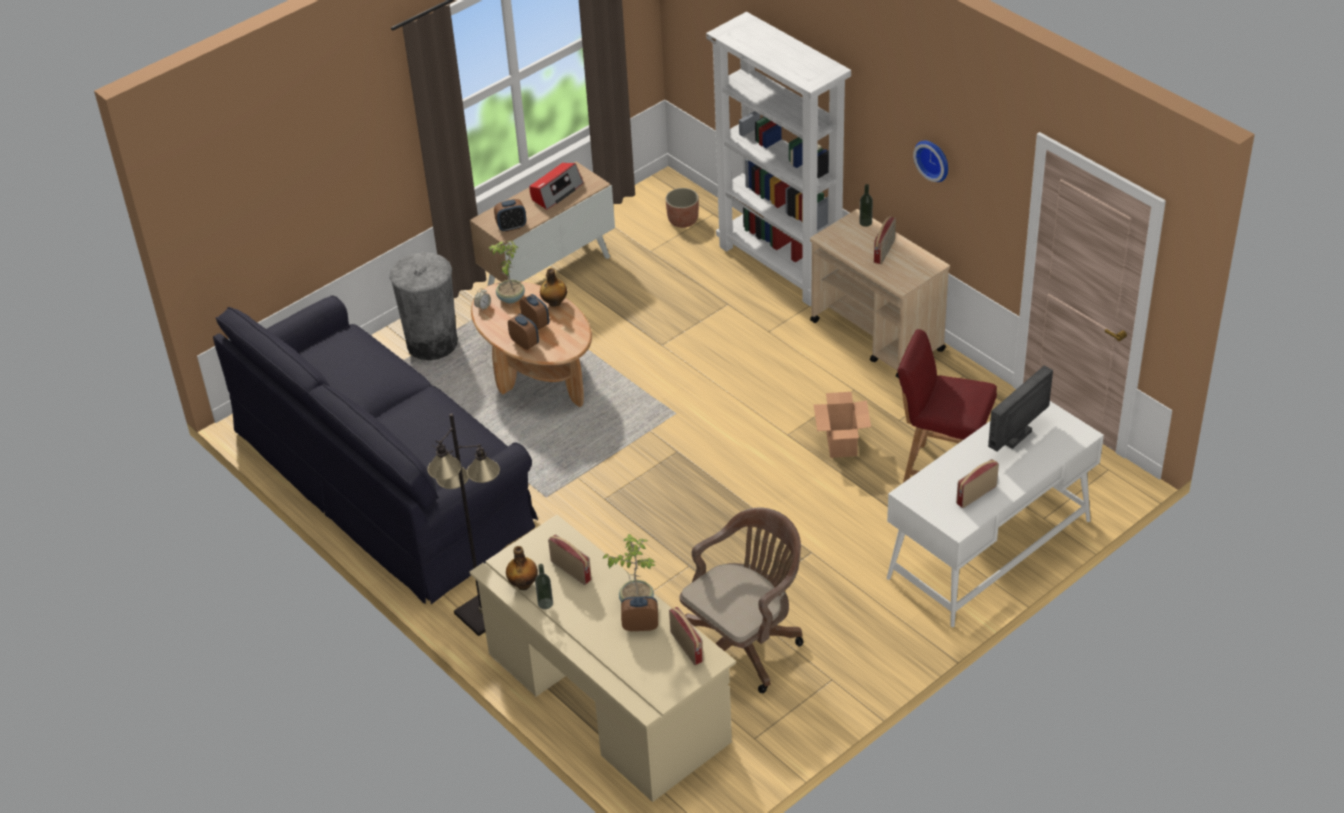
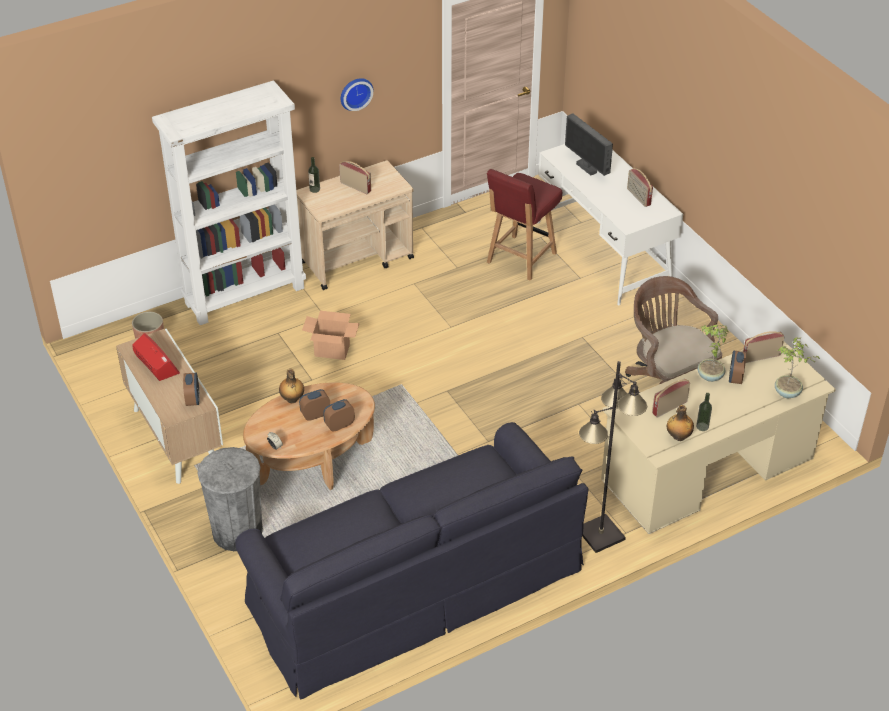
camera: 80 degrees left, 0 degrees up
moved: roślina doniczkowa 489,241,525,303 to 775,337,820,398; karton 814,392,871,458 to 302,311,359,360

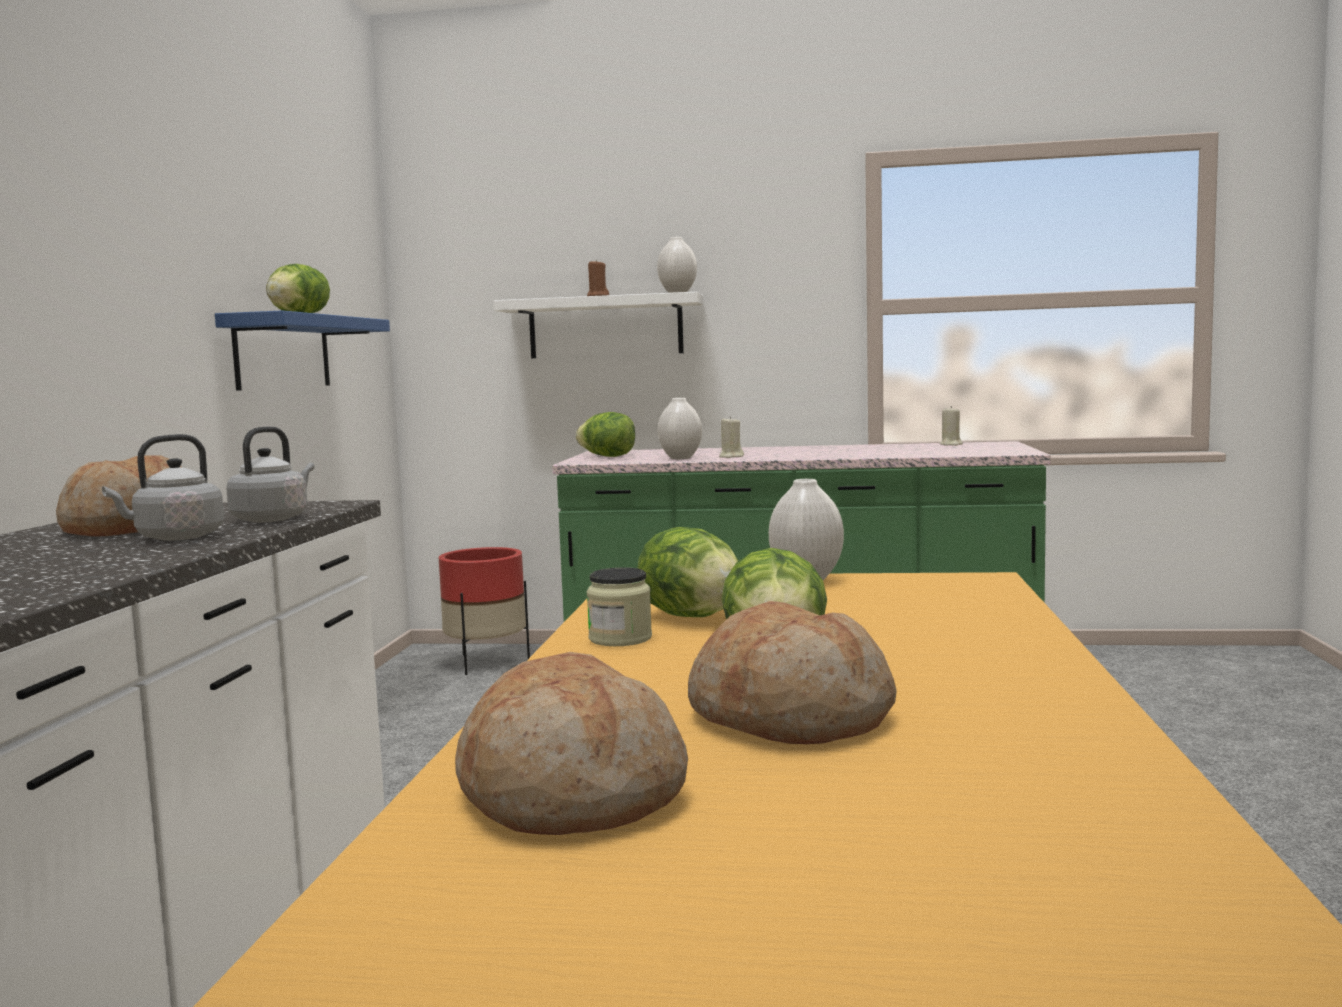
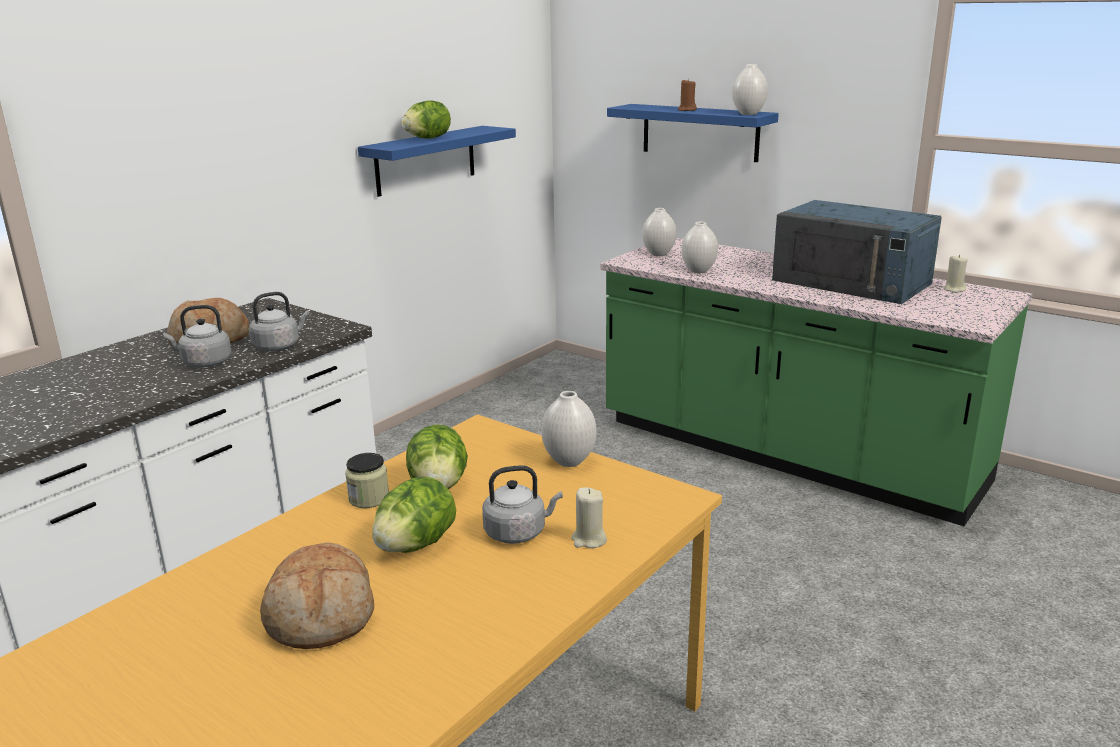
camera: 30 degrees right, 15 degrees up
removed: donica (czerwony) 439,547,530,675; chleb 455,652,688,835
added: czajnik (szary) 482,465,563,544; mikrofalówka (niebieski) 772,200,942,304
moved: świeca (beżowy) 719,416,744,458 to 571,487,607,548
replaced: sałata 576,412,635,457 to wazon (biały) 642,208,677,256
recoloured: półka (biały) 494,292,703,358 to półka (niebieski) 607,104,779,162

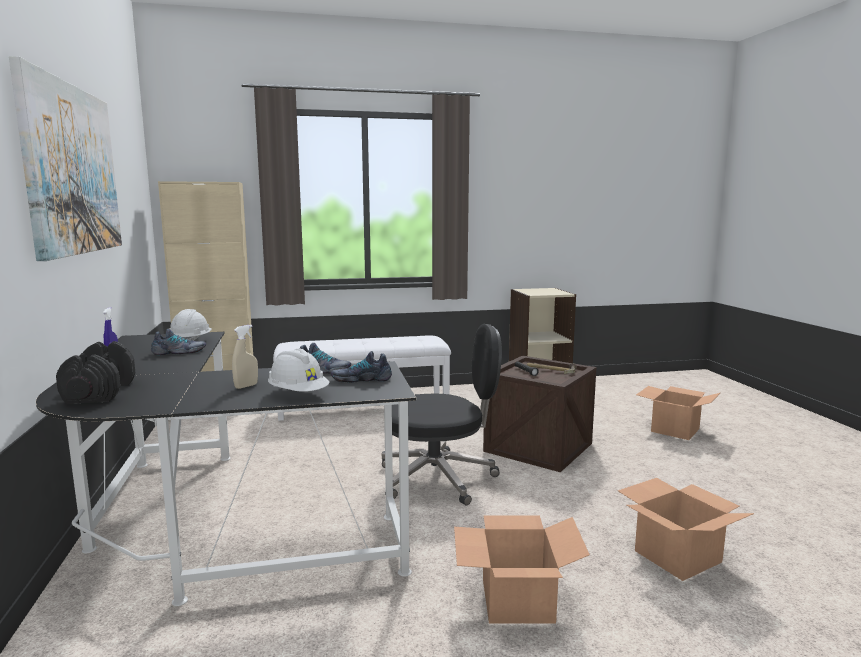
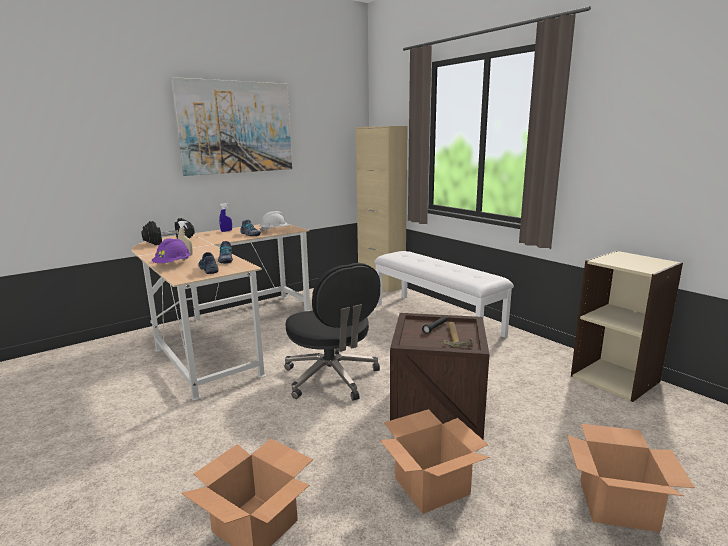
camera: 65 degrees right, 5 degrees up
moved: karton 454,515,590,624 to 380,409,490,514
recoloured: biurko (czarny) 36,332,416,606 to biurko (beżowy) 132,224,310,400; kask (biały) 268,349,329,392 to kask (fioletowy) 152,238,190,263

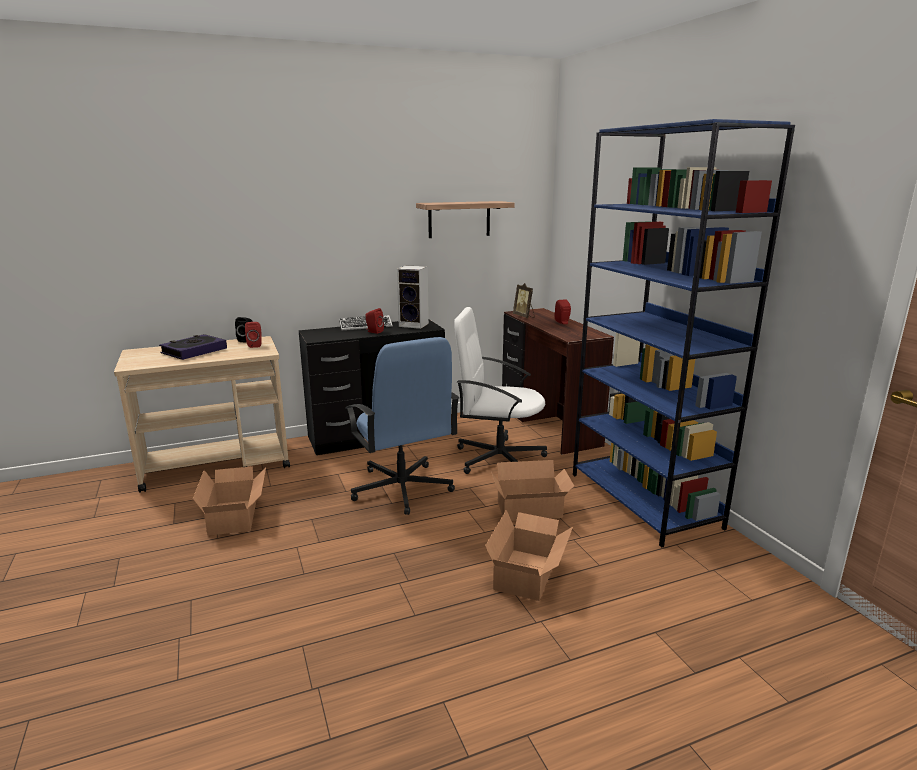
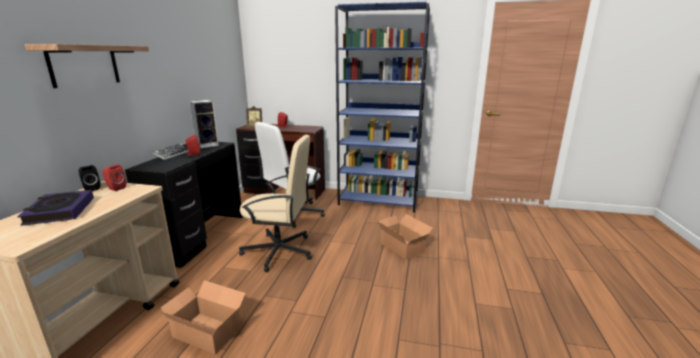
camera: 55 degrees left, 0 degrees up
removed: karton 491,460,574,521
moved: półka 416,201,515,238 to 25,44,149,88
recoloured: krzesło biurowe (niebieski) 346,337,460,515 to krzesło biurowe (beżowy) 239,135,312,272

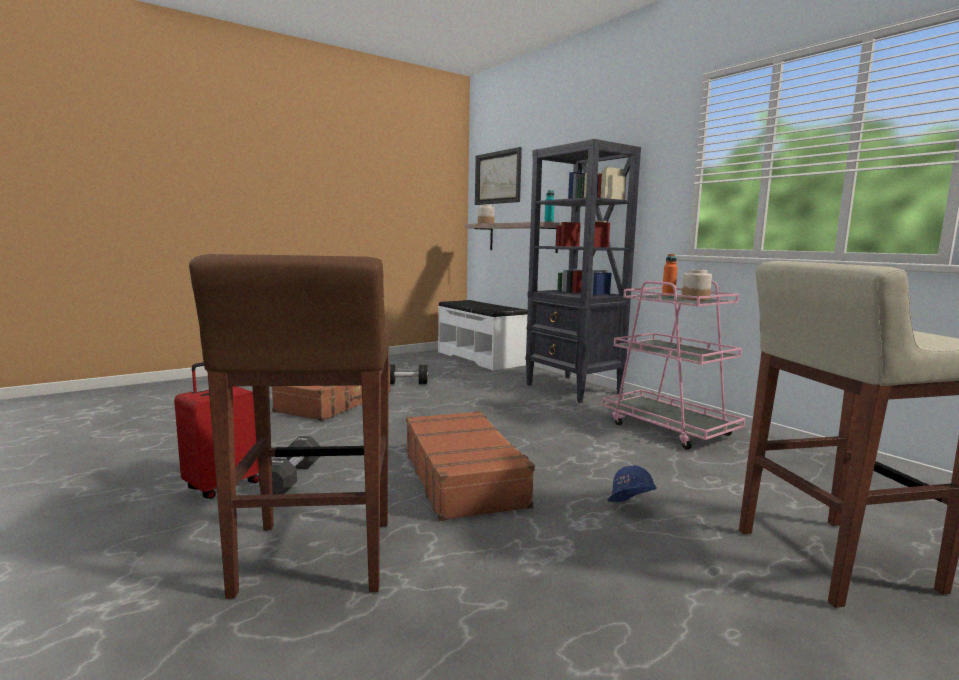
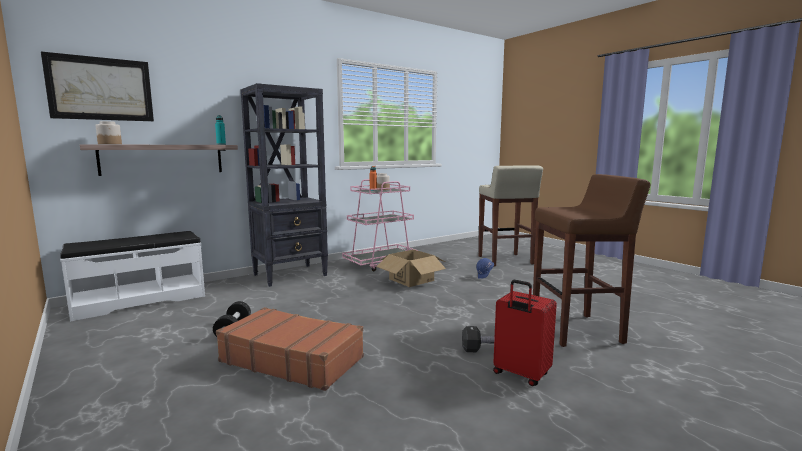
camera: 90 degrees left, 0 degrees up
removed: walizka (brązowy) 406,411,535,521
added: karton 376,250,446,287

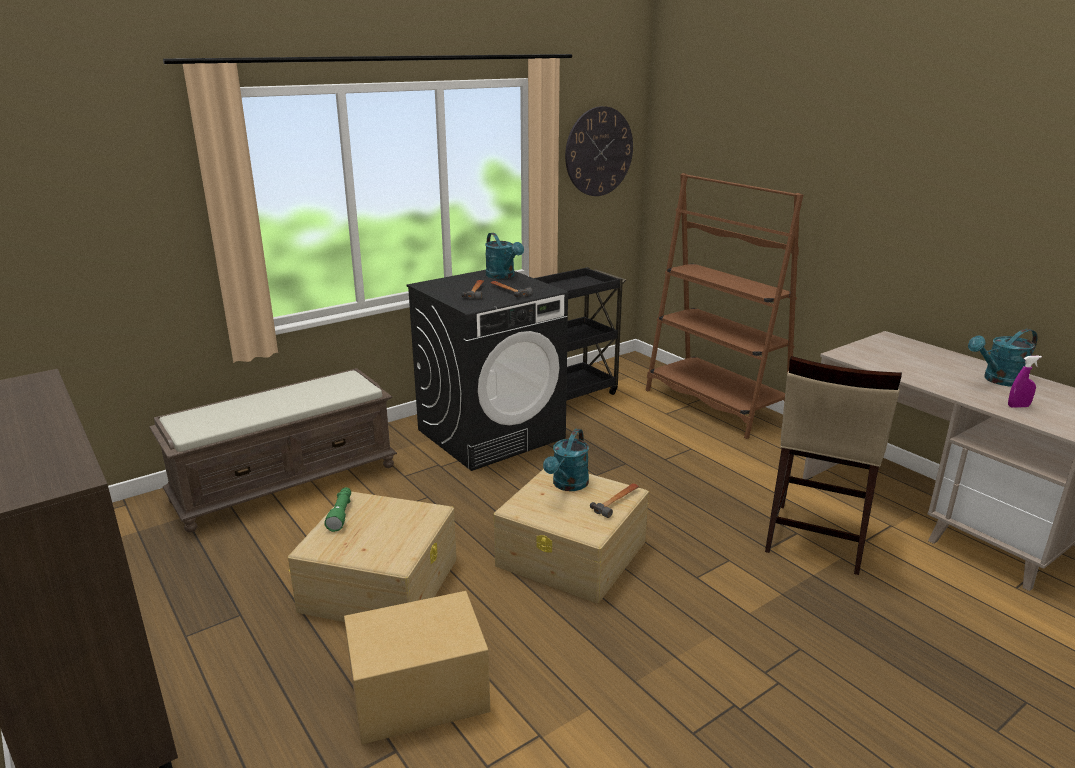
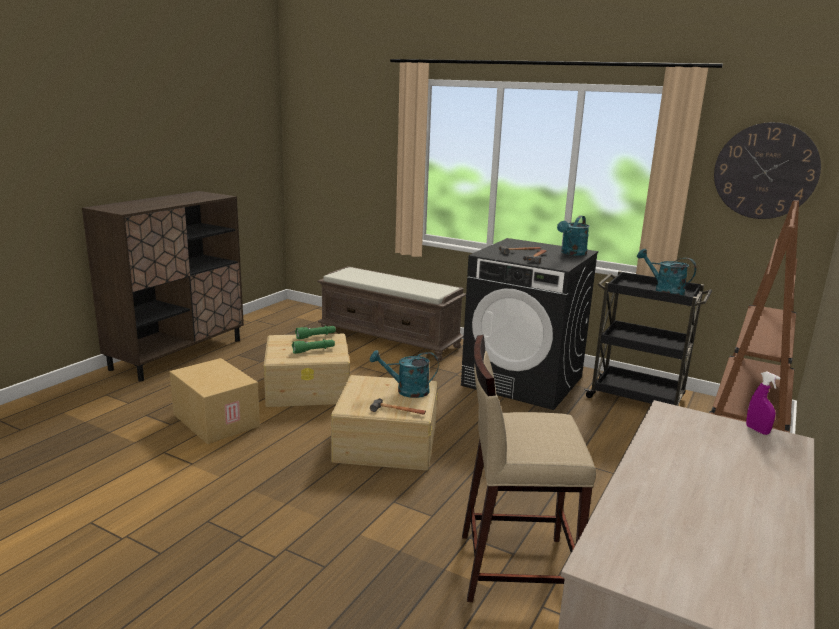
camera: 65 degrees right, 5 degrees down
added: latarka (zielony) 292,339,335,354
moved: konewka (turkusowy) 968,329,1038,387 to 637,249,696,295; spryskiwacz (fioletowy) 1008,356,1042,407 to 746,371,780,435

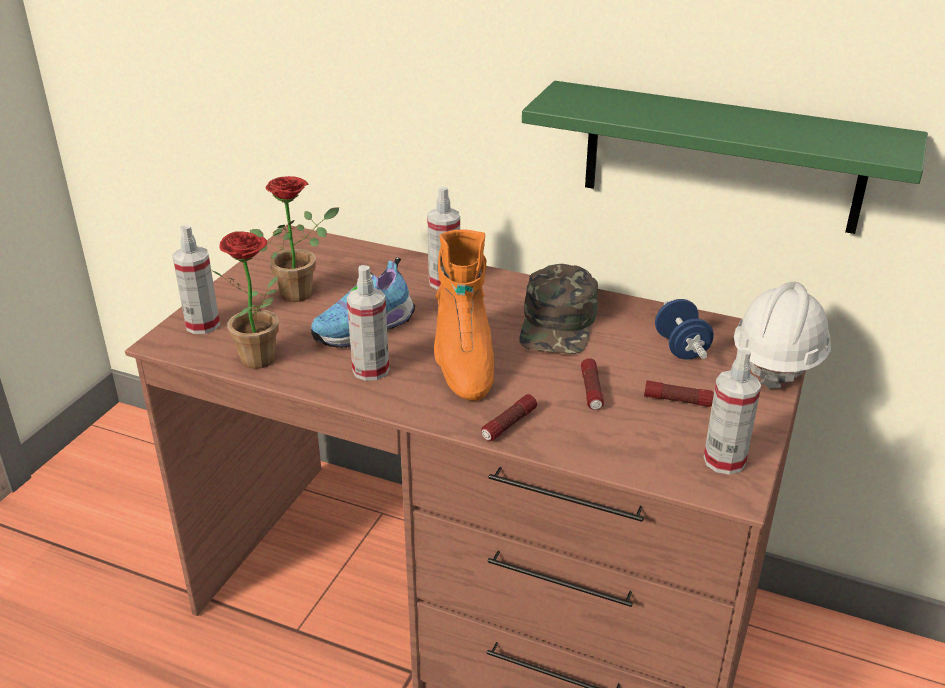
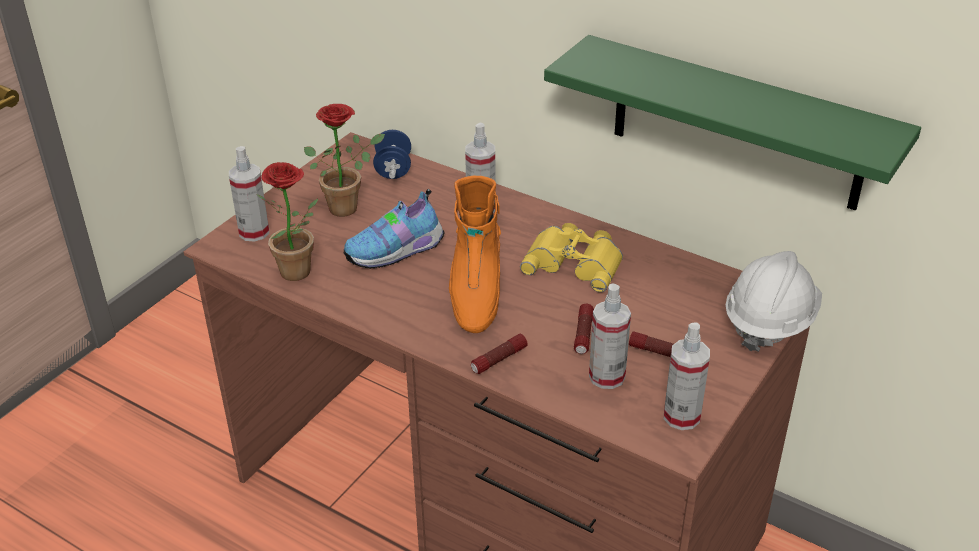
camera: 10 degrees right, 5 degrees up
moved: spryskiwacz 347,265,389,381 to 589,283,631,389; hantel (niebieski) 655,299,714,360 to 373,130,411,179
replaced: czapka z daszkiem (zielony) 519,264,598,354 to lornetka (żółty) 520,223,623,292

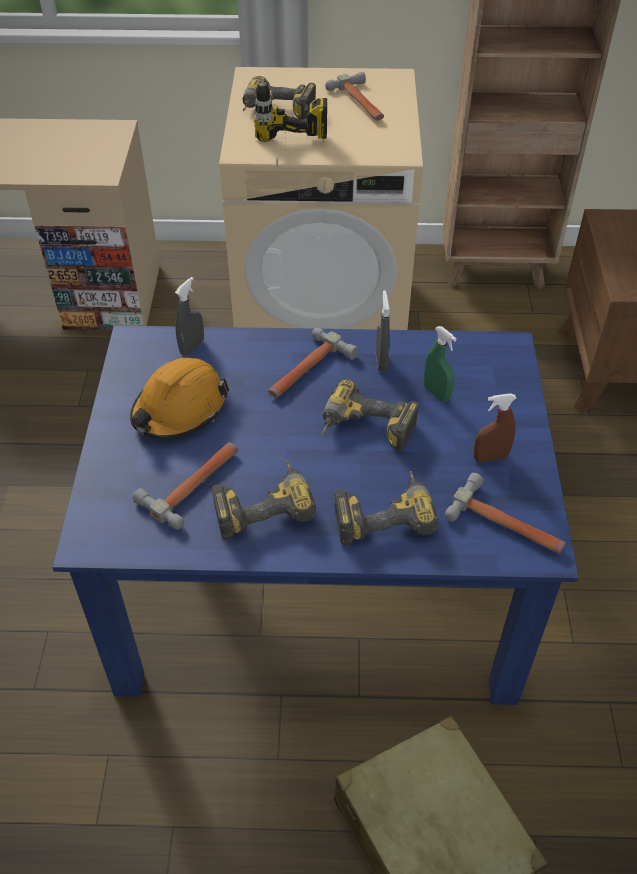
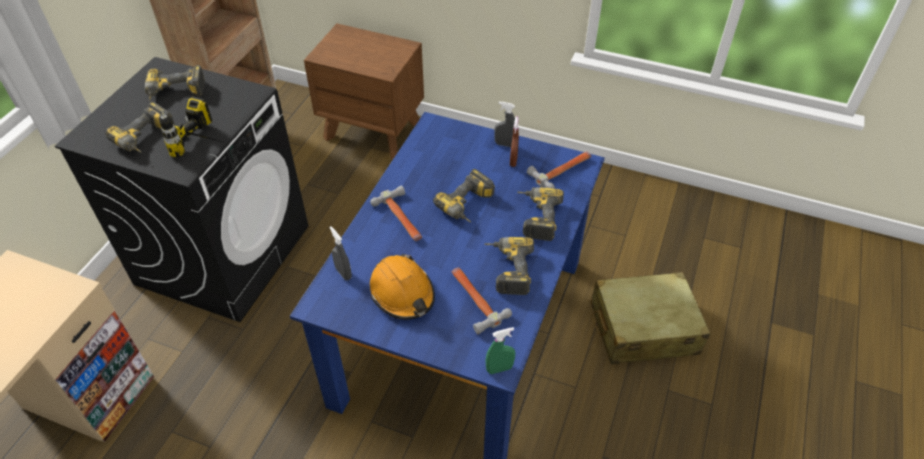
camera: 70 degrees left, 0 degrees up
moved: spryskiwacz (szary) 376,290,390,372 to 494,102,515,147; spryskiwacz (zielony) 424,326,457,402 to 486,327,515,374
replaced: młotek 325,71,384,120 to wiertarka 145,65,205,101
recoloured: pralka (beżowy) 219,67,423,330 to pralka (czarny) 55,57,308,322

